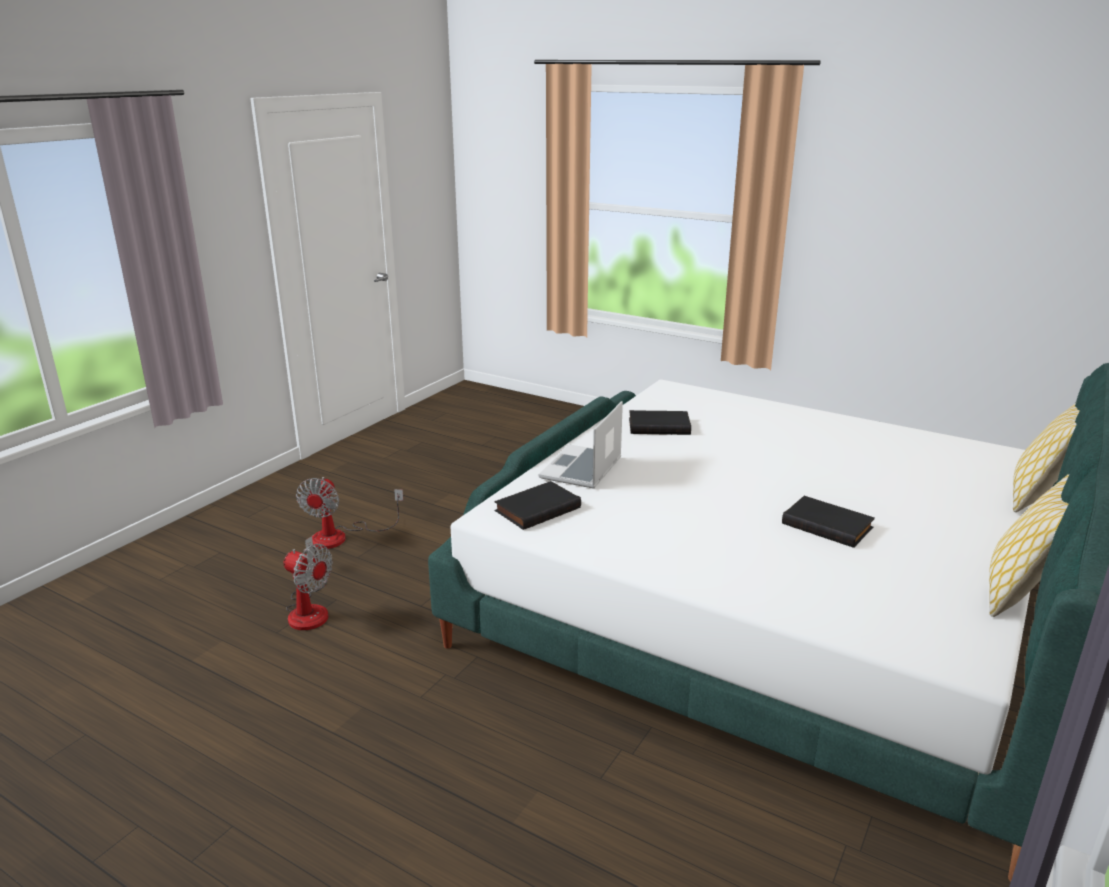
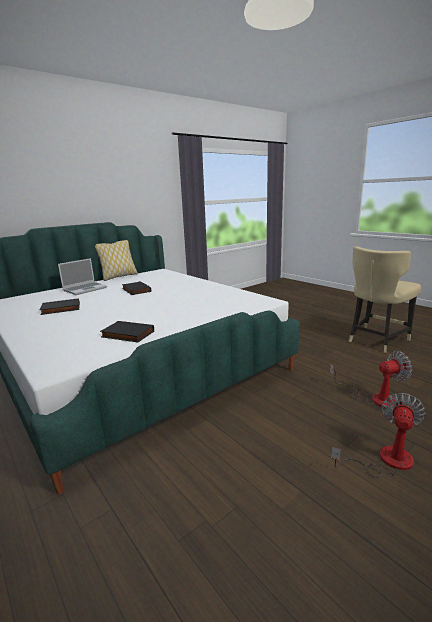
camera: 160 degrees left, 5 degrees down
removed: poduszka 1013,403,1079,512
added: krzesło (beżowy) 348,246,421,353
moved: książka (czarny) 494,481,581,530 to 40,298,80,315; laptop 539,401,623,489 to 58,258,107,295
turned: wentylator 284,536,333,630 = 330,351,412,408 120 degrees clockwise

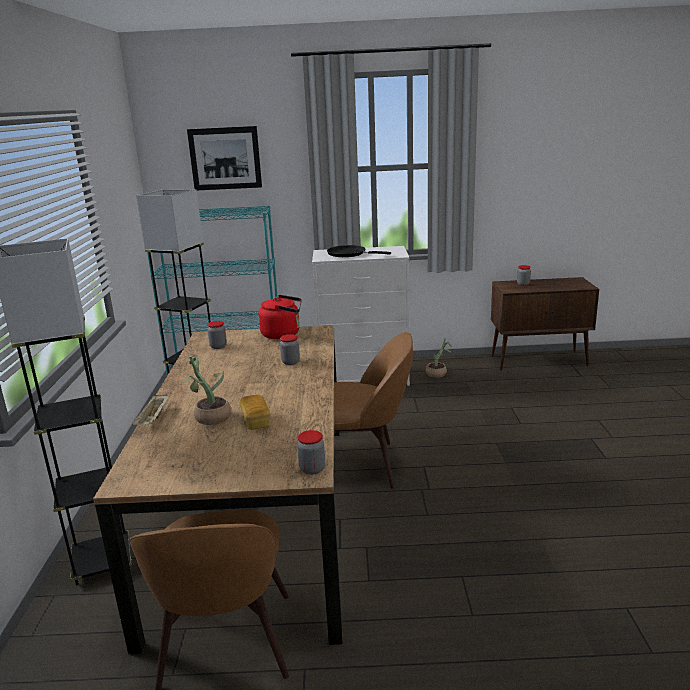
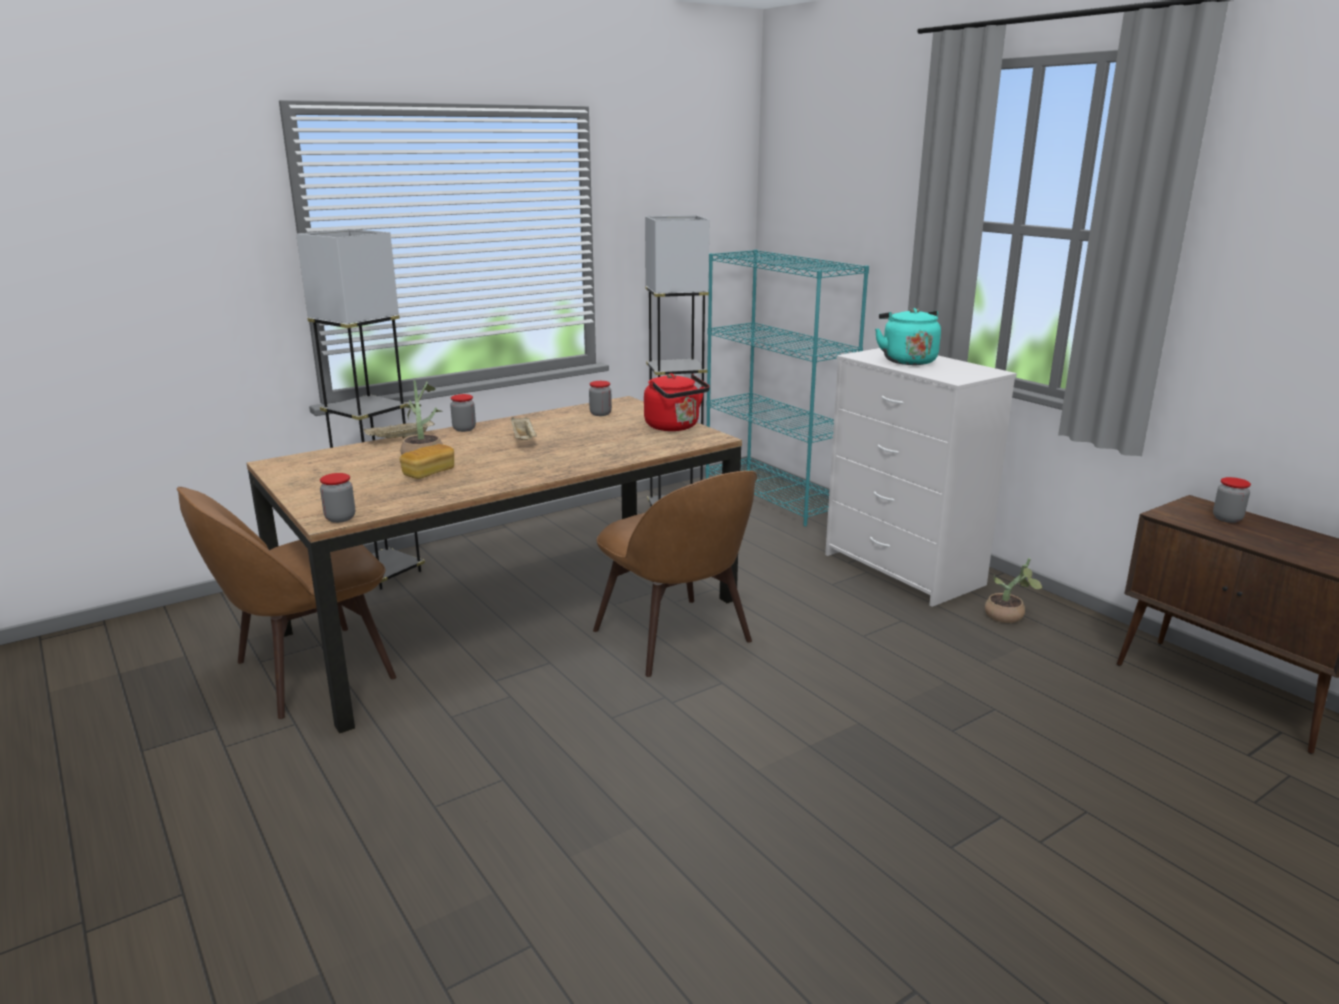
camera: 55 degrees right, 0 degrees up
removed: obraz 187,126,262,190
added: taca (beżowy) 511,417,537,440
moved: słoik 280,334,300,365 to 450,394,476,432
replaced: patelnia (czarny) 327,245,391,257 to czajnik (turkusowy) 875,308,941,365

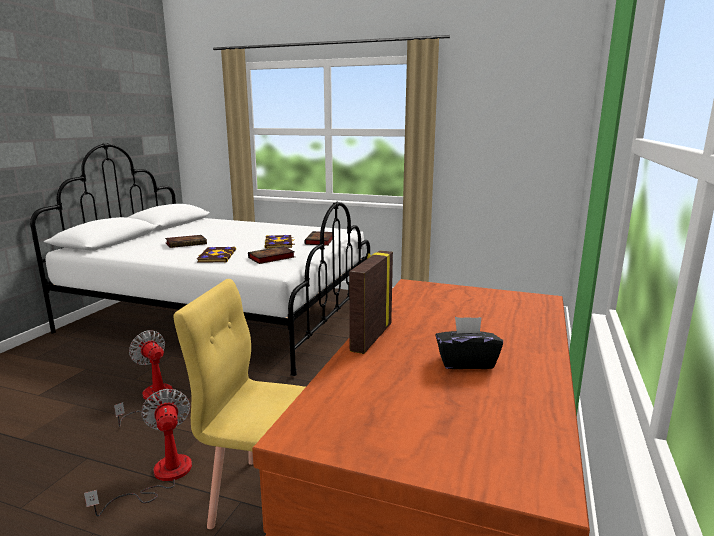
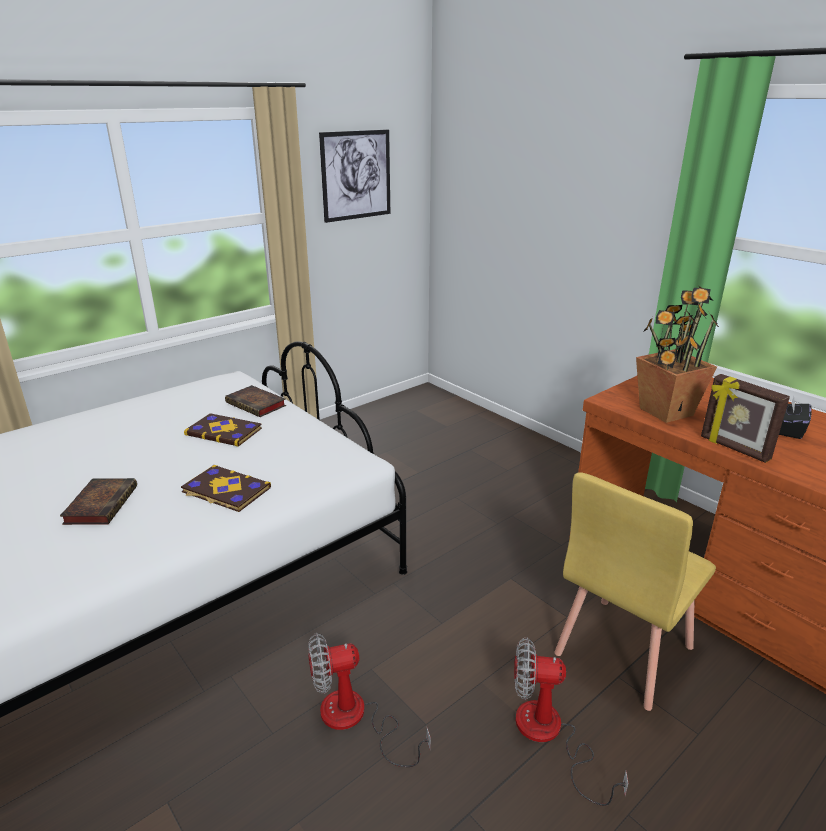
camera: 60 degrees left, 10 degrees up
removed: książka 248,246,295,264
added: obraz 319,130,390,223; roślina doniczkowa 636,286,720,423

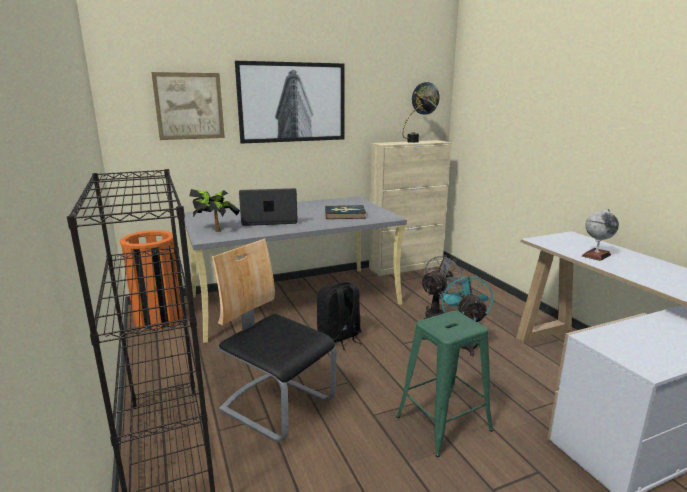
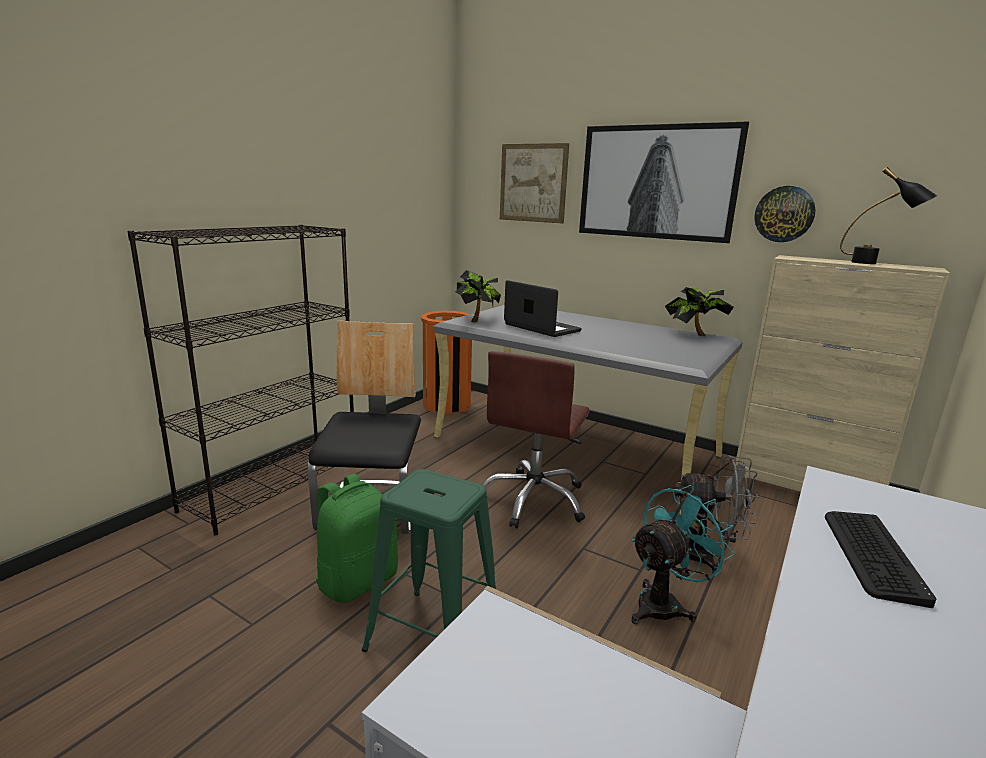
camera: 55 degrees right, 0 degrees up
removed: książka 325,205,366,219
added: plecak (zielony) 316,473,398,603; roślina doniczkowa 665,287,734,336
moved: zegar ścienny 412,82,439,115 to 754,186,816,242
replaced: plecak (czarny) 317,282,362,350 to krzesło biurowe (brązowy) 483,351,590,528; globus 582,208,619,261 to klawiatura 825,511,936,608

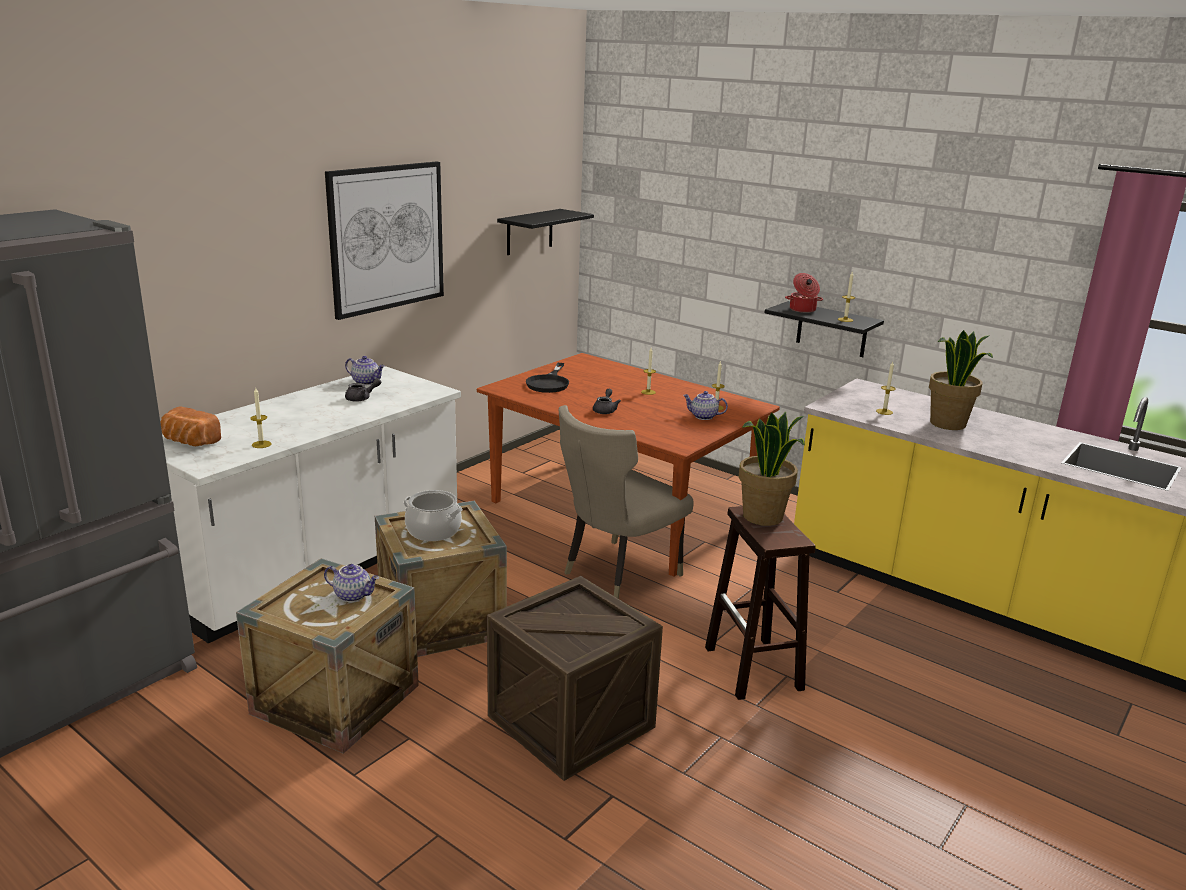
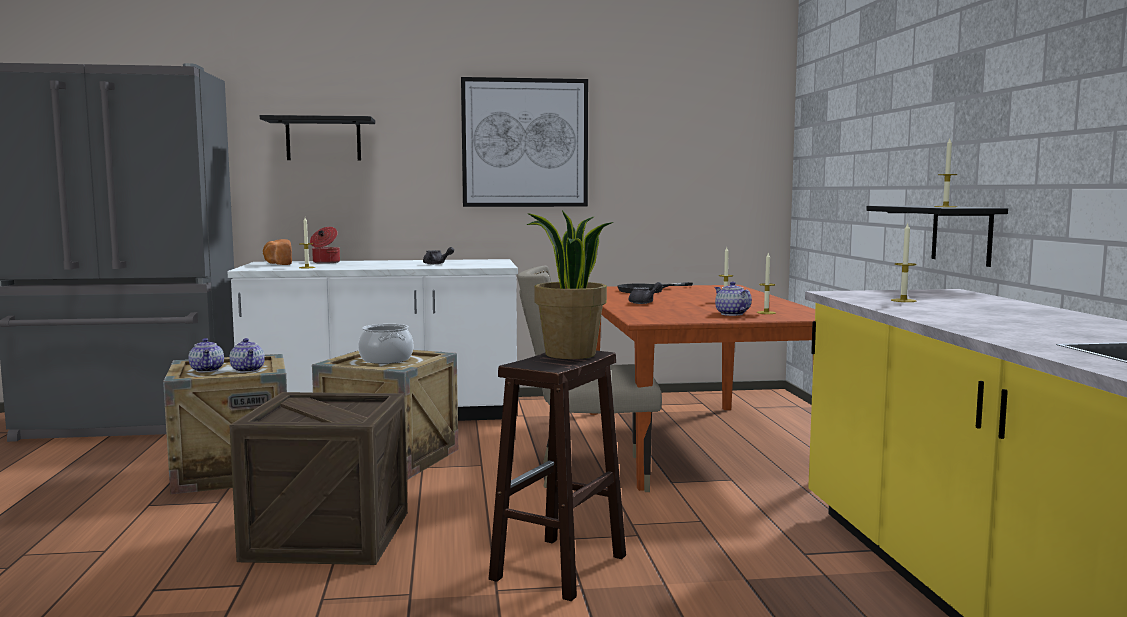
camera: 45 degrees right, 15 degrees down
removed: roślina doniczkowa 929,330,993,430
moved: imbryk 345,356,385,385 to 189,338,224,373; półka (czarny) 497,209,594,255 to 260,115,375,161; garnek 785,273,823,313 to 310,227,340,264

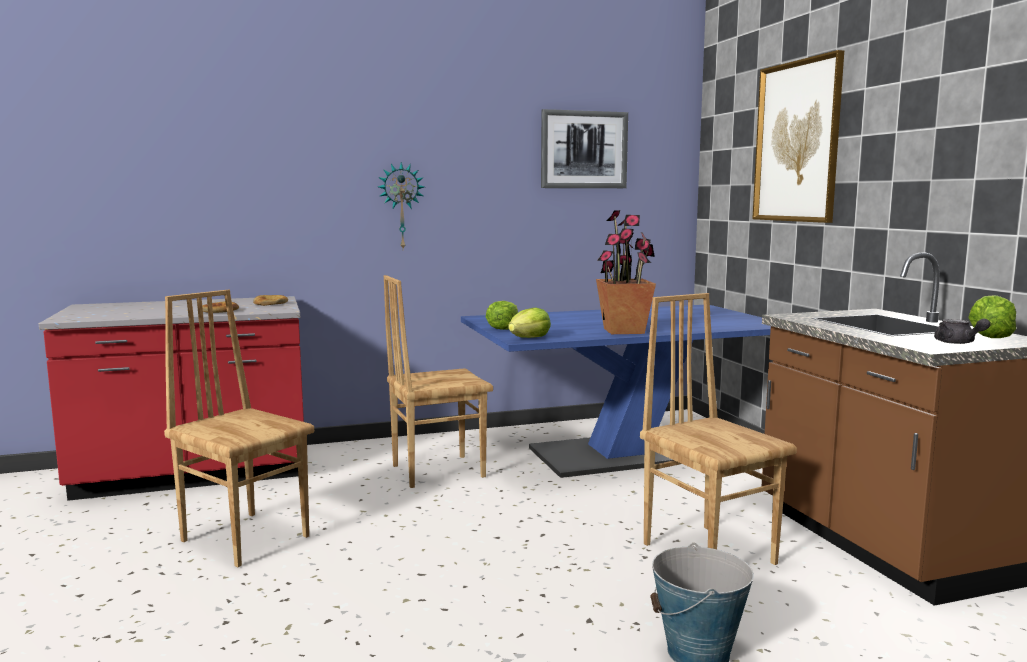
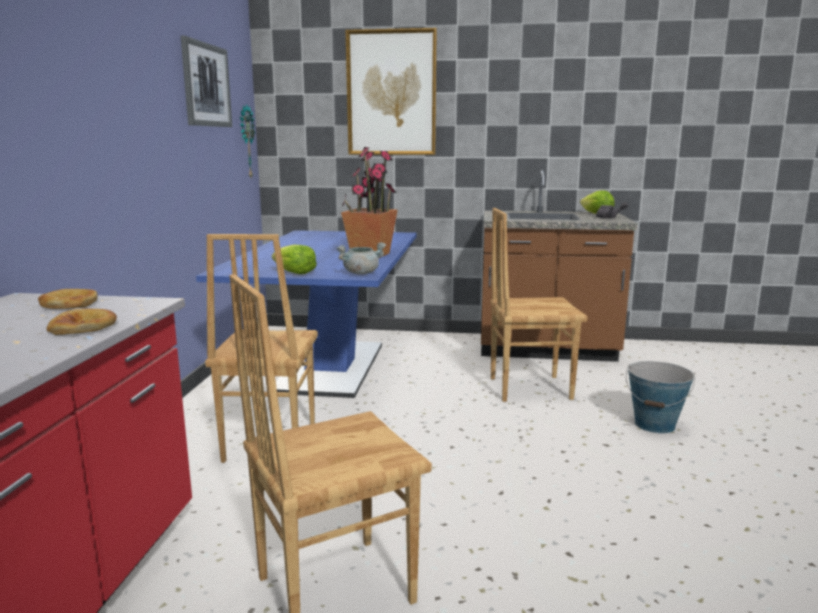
camera: 65 degrees left, 5 degrees up
moved: zegar ścienny 378,162,424,248 to 240,104,255,178
replaced: sałata 508,308,551,338 to garnek (szary) 337,242,386,275

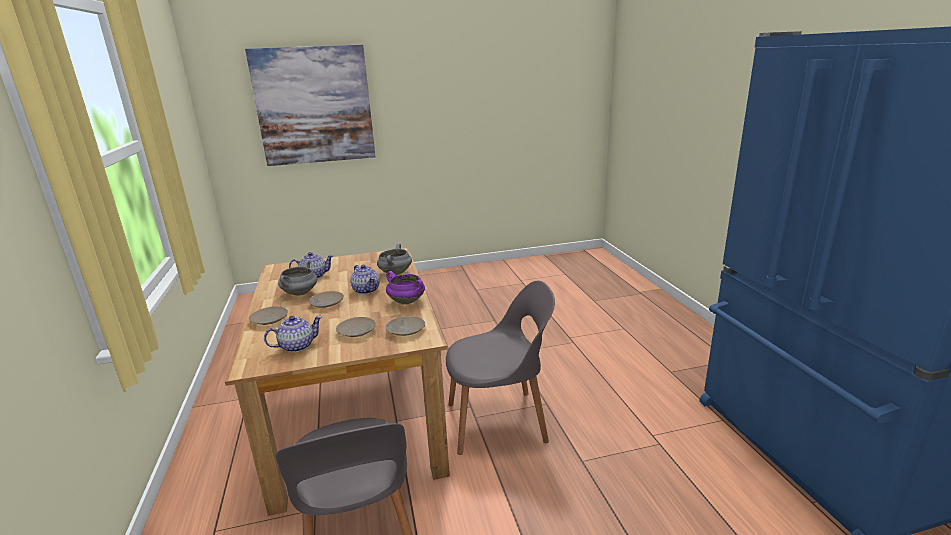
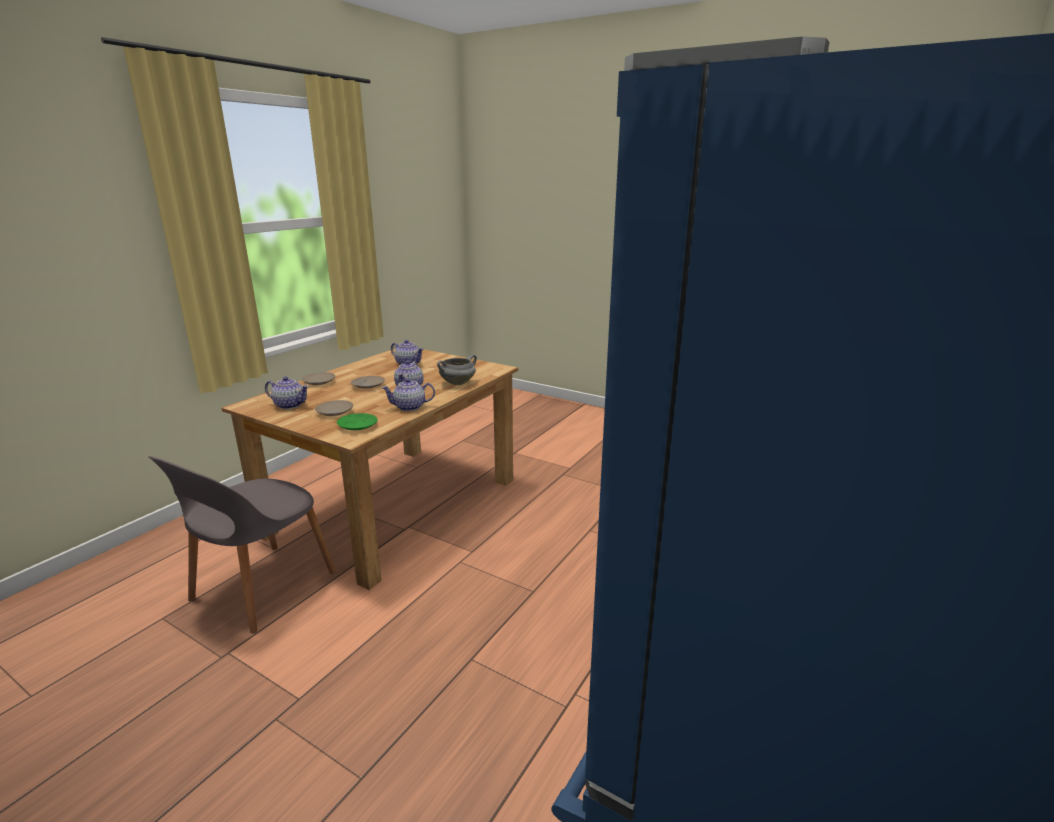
camera: 45 degrees right, 0 degrees up
removed: obraz 245,45,376,166; garnek (szary) 278,261,317,296; krzesło (szary) 446,281,555,455
replaced: garnek (fioletowy) 386,271,425,304 to imbryk 381,378,435,411
recoloured: talerz (beżowy) 386,316,425,336 to talerz (zielony) 337,413,377,430

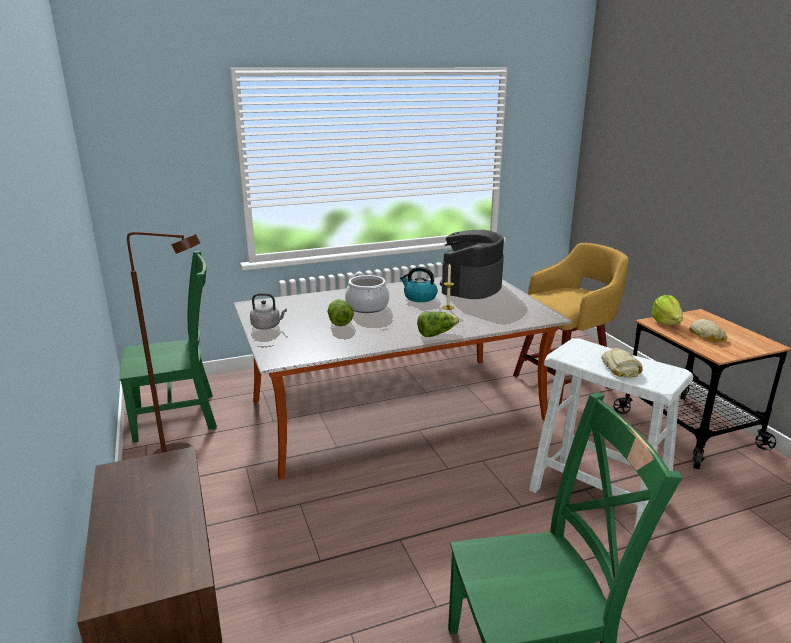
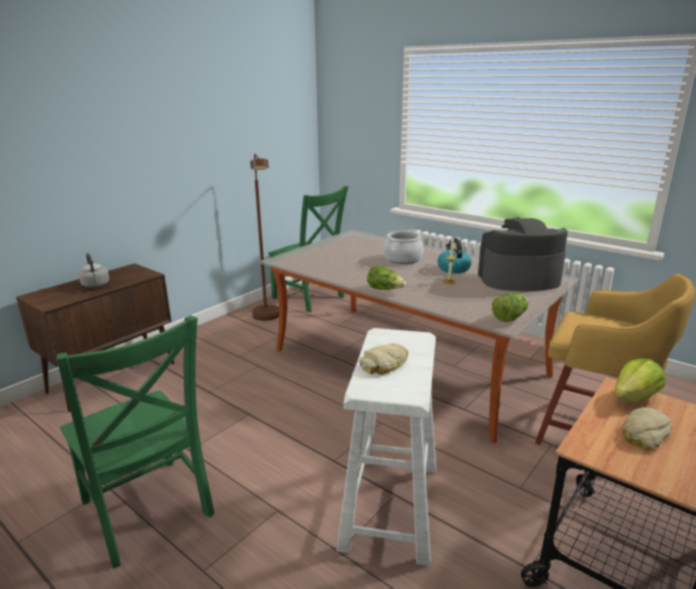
camera: 60 degrees right, 0 degrees up
moved: czajnik (szary) 250,293,287,330 to 79,253,109,288; sałata 328,299,354,326 to 492,293,528,322

